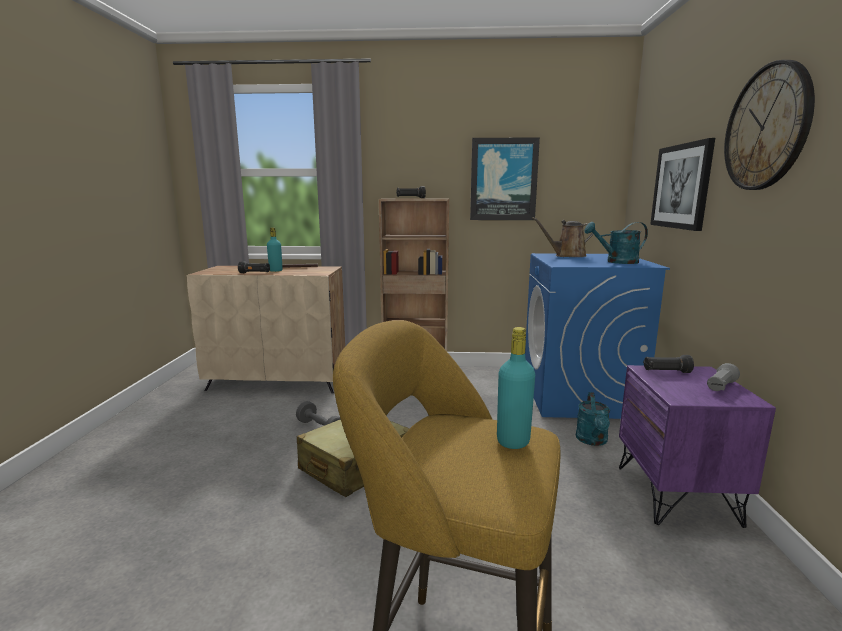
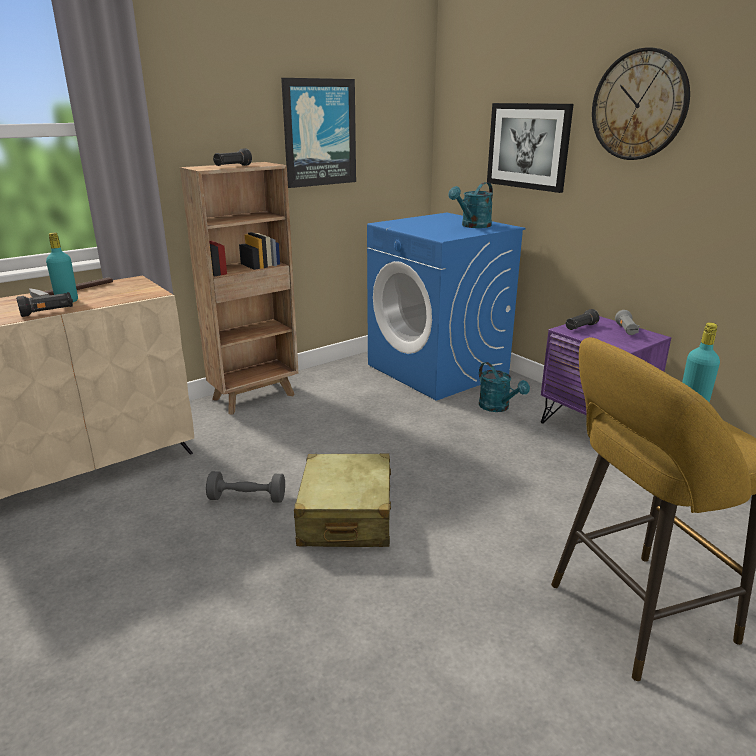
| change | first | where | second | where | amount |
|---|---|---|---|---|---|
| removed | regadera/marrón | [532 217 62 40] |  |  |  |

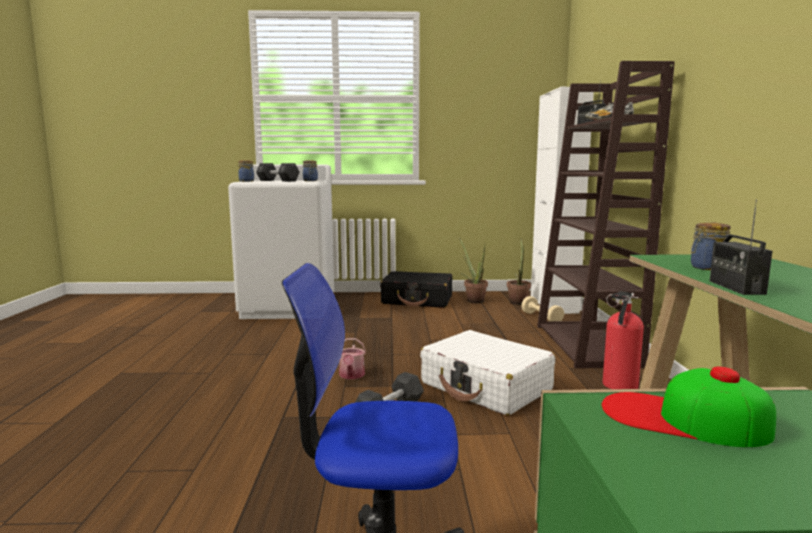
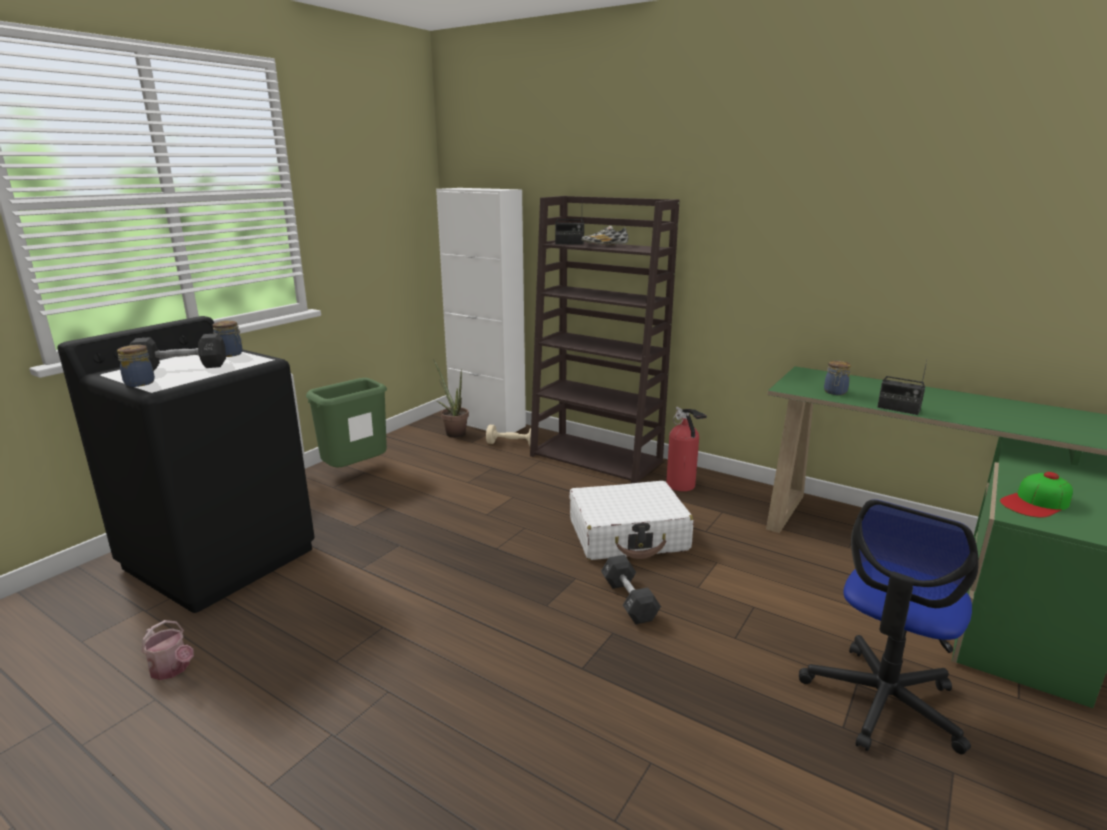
| change | first | where | second | where | amount |
|---|---|---|---|---|---|
| recoloured | lavadora/blanco | [228 165 106 154] | lavadora/negro | [57 316 258 297] |  |
| removed | planta en maceta | [459 238 29 65] |  |  |  |
| replaced | maleta/negro | [380 271 72 37] | papelera/verde | [306 378 81 89] |  |
| moved | regadera | [339 338 27 41] |  | [141 620 53 60] |  |

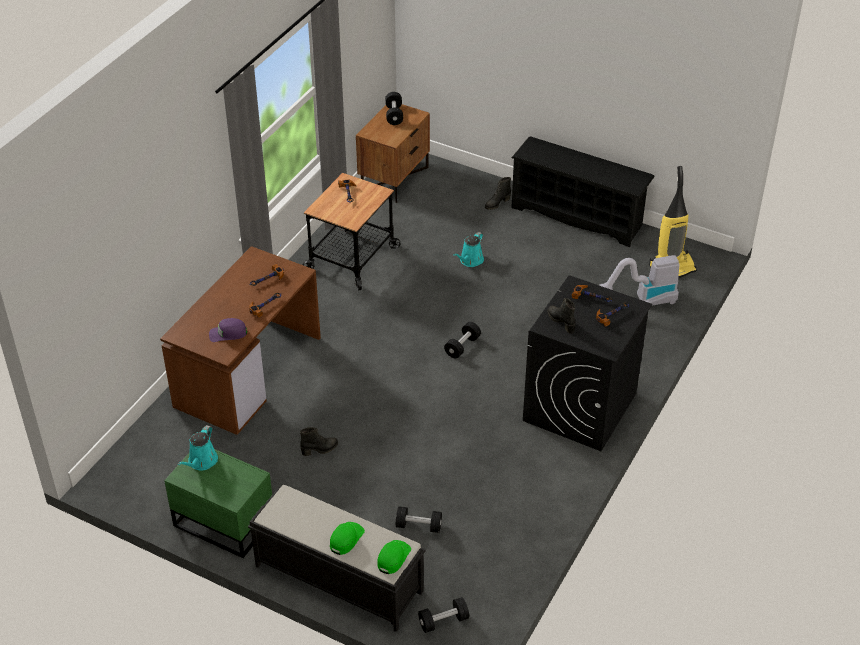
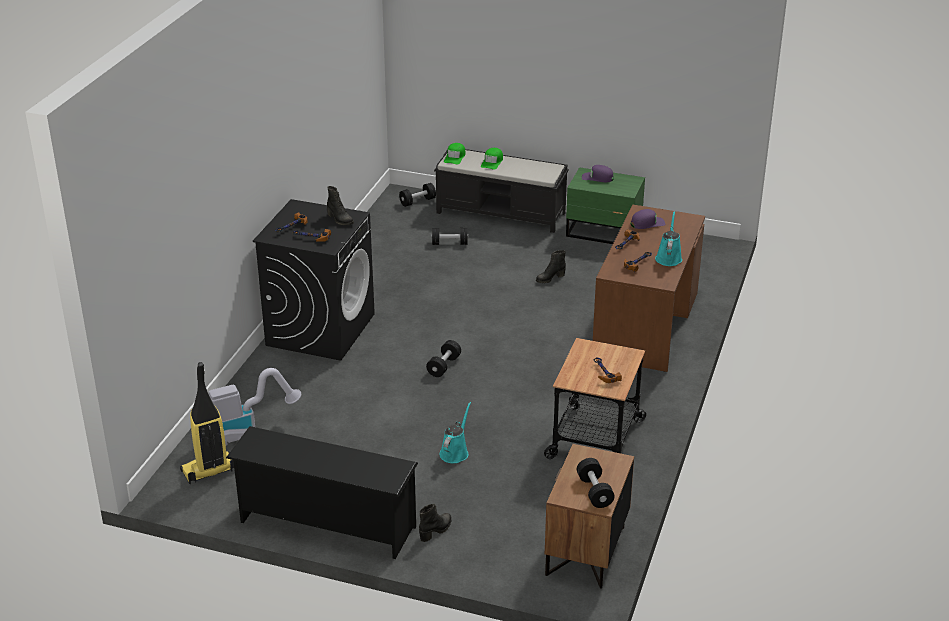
| change | first | where | second | where | amount |
|---|---|---|---|---|---|
| moved | regadera/turquesa | [178 425 40 46] |  | [655 211 27 55] |  |
| added |  |  | gorra/morado | [582 165 32 17] |  |

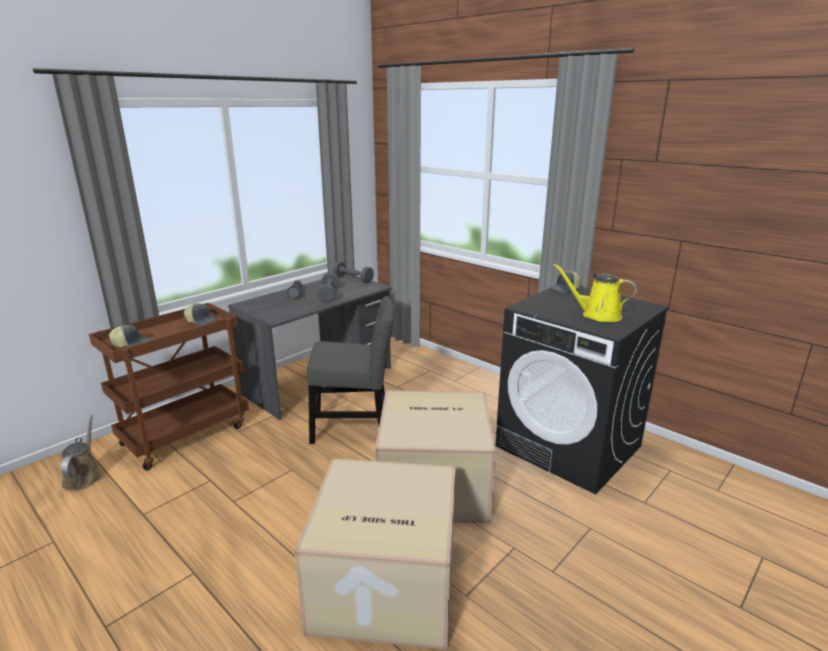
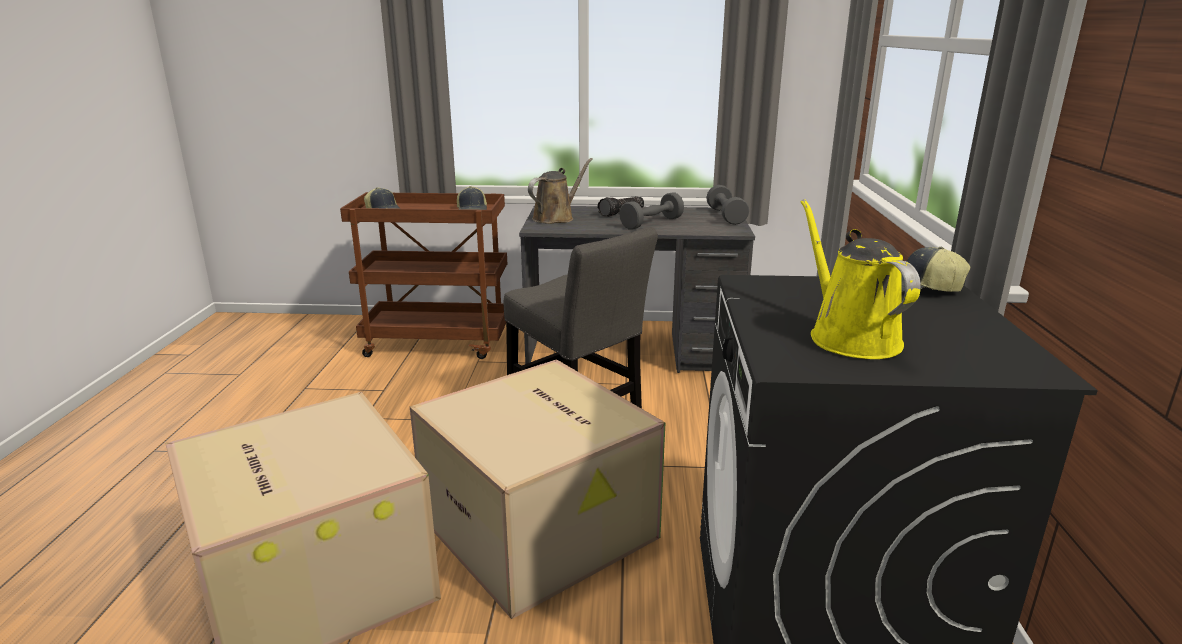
| change | first | where | second | where | amount |
|---|---|---|---|---|---|
| moved | regadera/marrón | [61 415 41 76] |  | [528 158 65 66] |  |

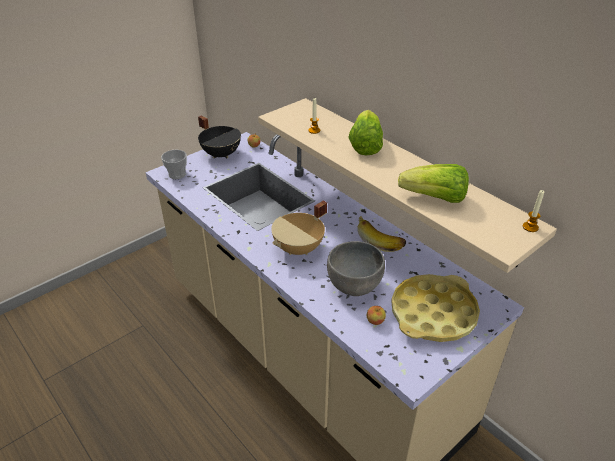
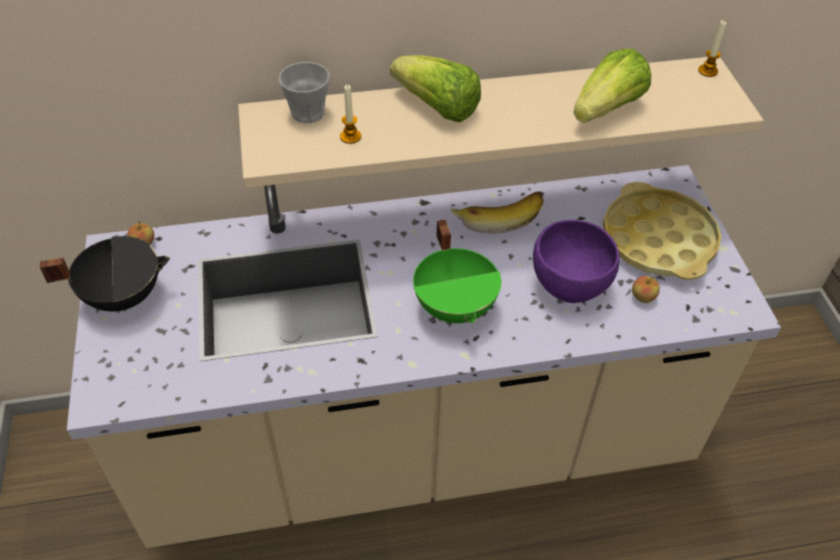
| change | first | where | second | where | amount |
|---|---|---|---|---|---|
| moved | taza | [161 149 26 30] |  | [279 62 51 61] |  |
| recoloured | olla/beis | [271 201 56 54] | olla/verde | [413 220 89 103] |  |
| recoloured | cuenco/gris | [327 241 58 55] | cuenco/morado | [533 220 87 83] |  |

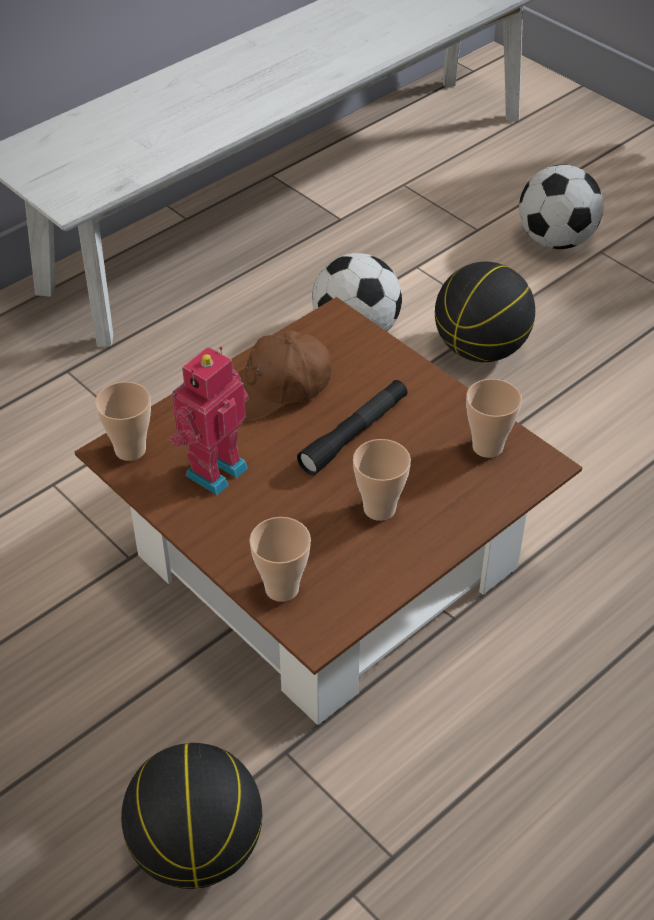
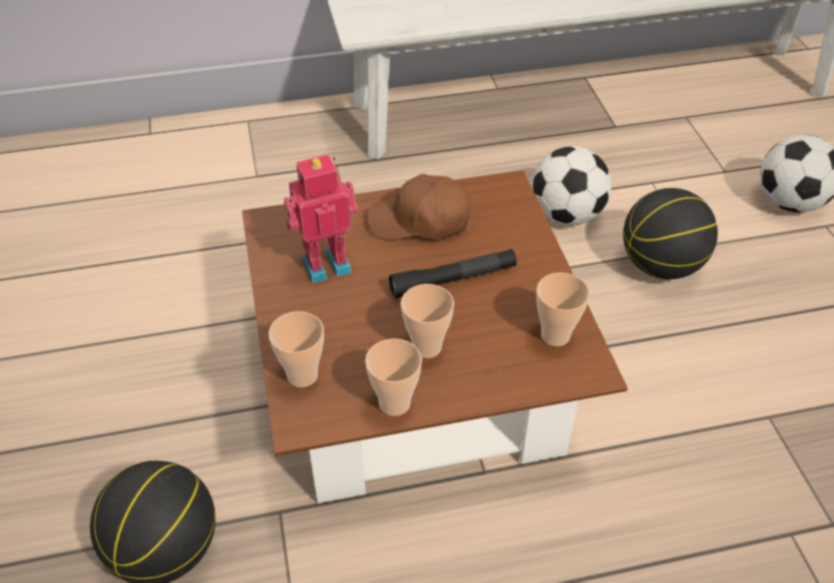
| change | first | where | second | where | amount |
|---|---|---|---|---|---|
| moved | taza | [95 382 56 79] |  | [365 338 57 78] |  |

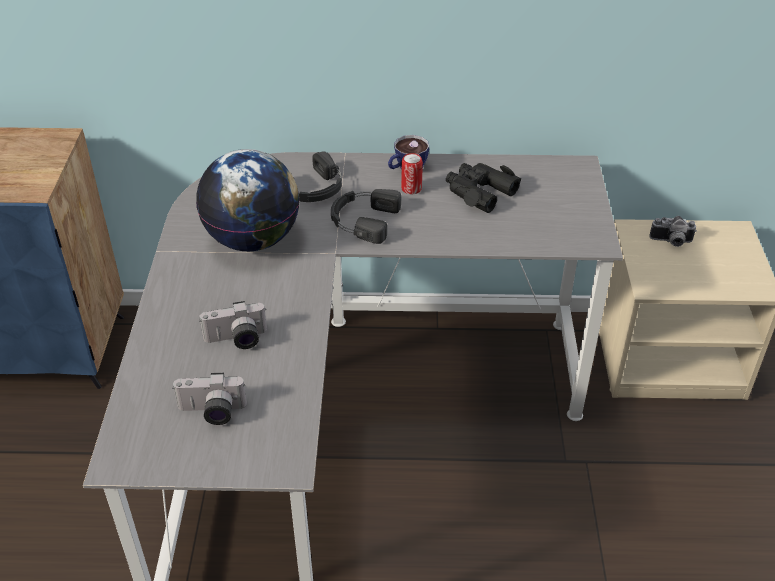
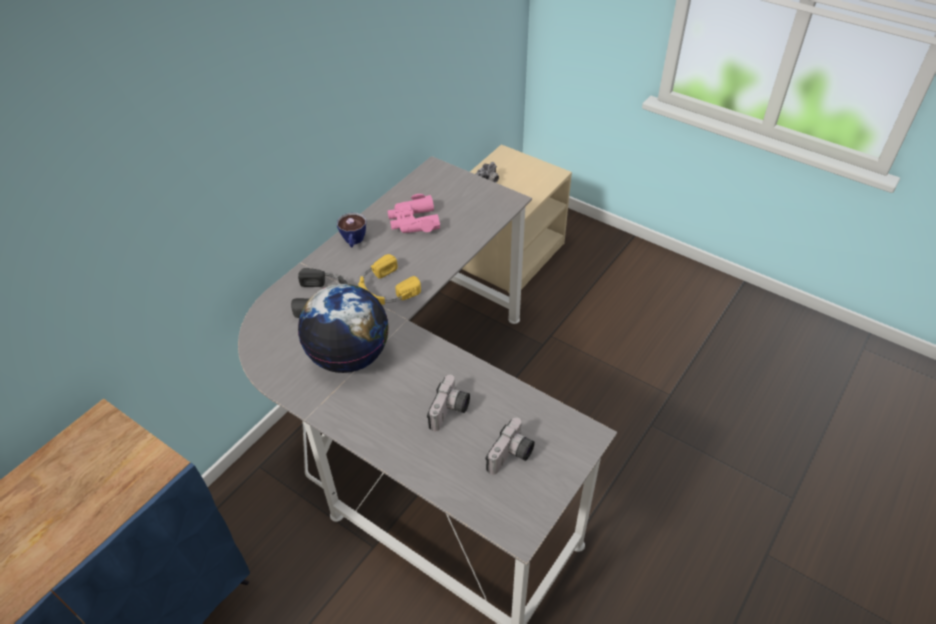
| change | first | where | second | where | amount |
|---|---|---|---|---|---|
| removed | lata | [401 153 22 41] |  |  |  |
| recoloured | prismáticos/negro | [446 163 75 50] | prismáticos/rosa | [387 194 53 39] |  |
| recoloured | auriculares/negro | [331 189 70 55] | auriculares/amarillo | [358 254 63 51] |  |

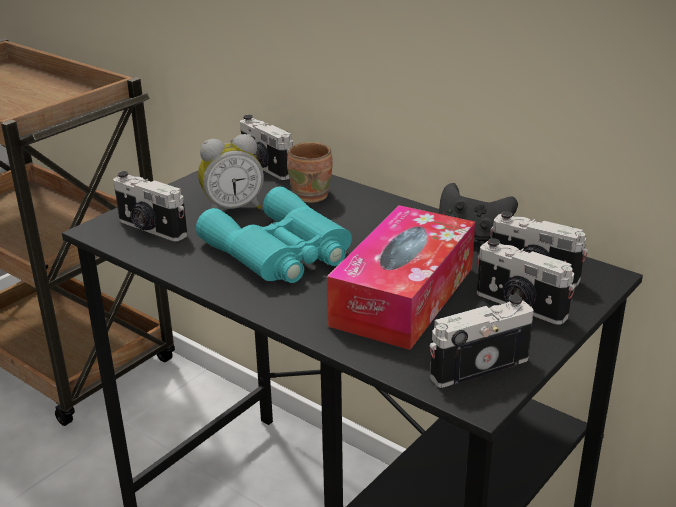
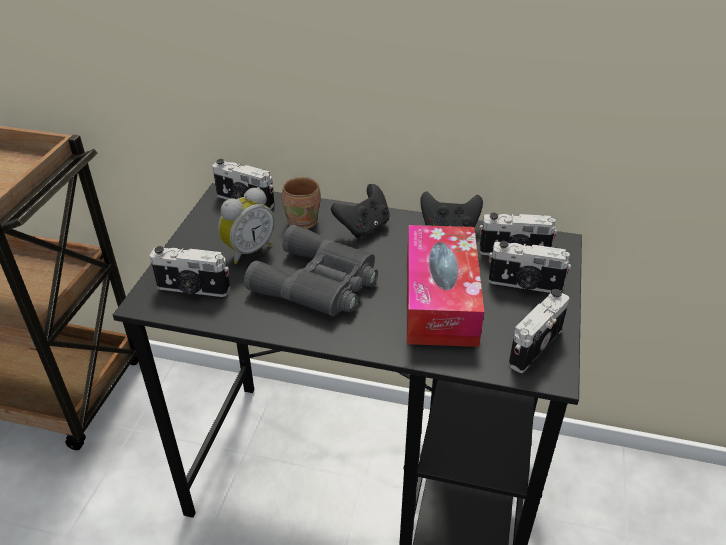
| change | first | where | second | where | amount |
|---|---|---|---|---|---|
| recoloured | prismáticos/turquesa | [196 186 156 97] | prismáticos/gris | [244 225 134 91] |  |
| added |  |  | mando de consola/negro | [331 184 59 54] |  |

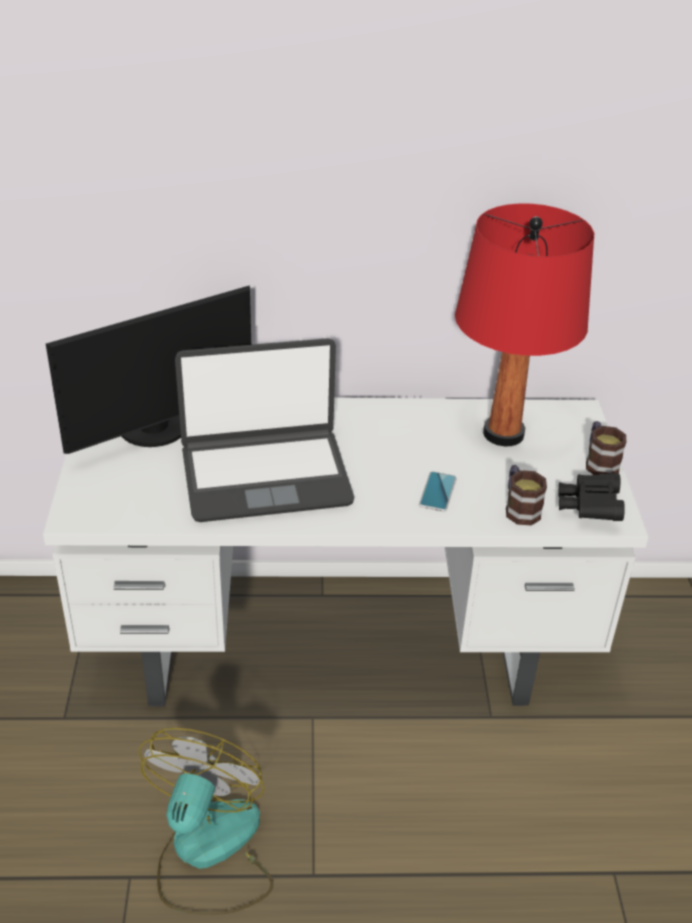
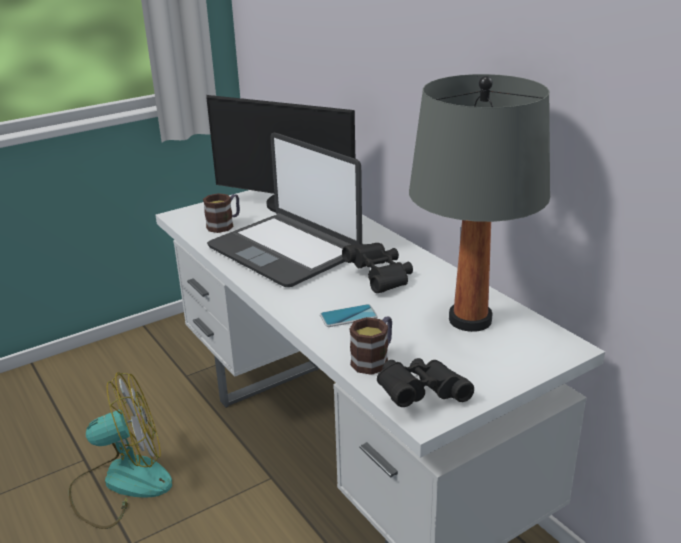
| change | first | where | second | where | amount |
|---|---|---|---|---|---|
| recoloured | lámpara de mesa/rojo | [455 203 139 243] | lámpara de mesa/gris | [409 74 141 258] |  |
| moved | taza grande | [586 421 41 54] |  | [203 193 37 40] |  |
| added |  |  | prismáticos/negro | [342 243 71 50] |  |

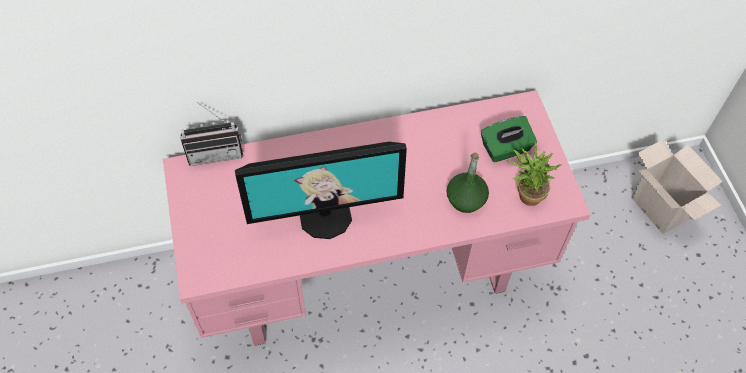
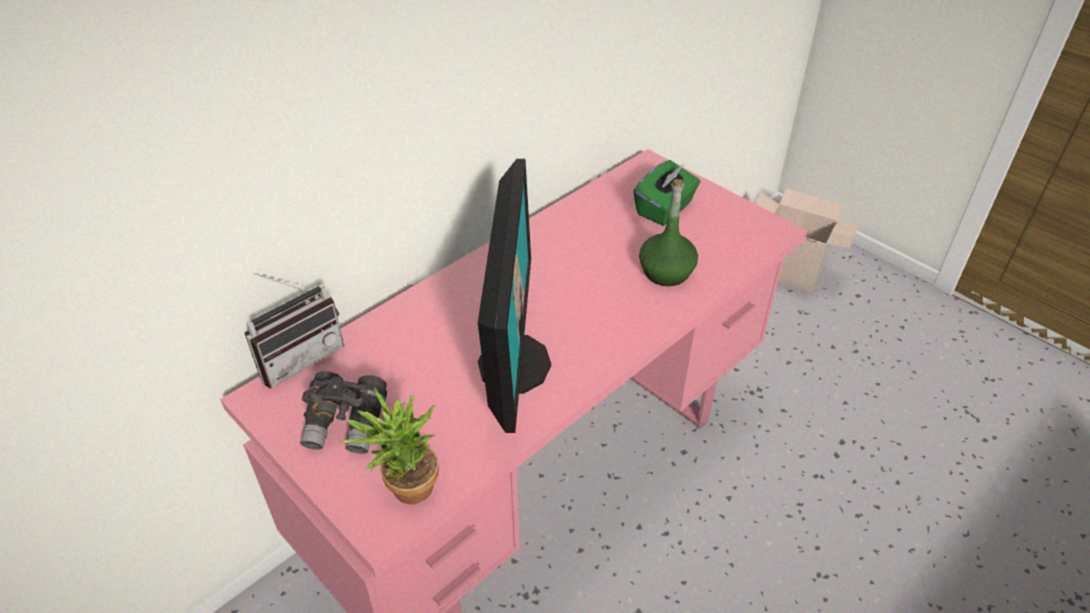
| change | first | where | second | where | amount |
|---|---|---|---|---|---|
| moved | planta en maceta | [507 141 56 65] |  | [340 388 99 116] |  |
| turned | monitor | [235 142 172 97] |  | [478 159 73 274] | 45 degrees counterclockwise |
| added |  |  | prismáticos/gris | [300 371 87 83] |  |

